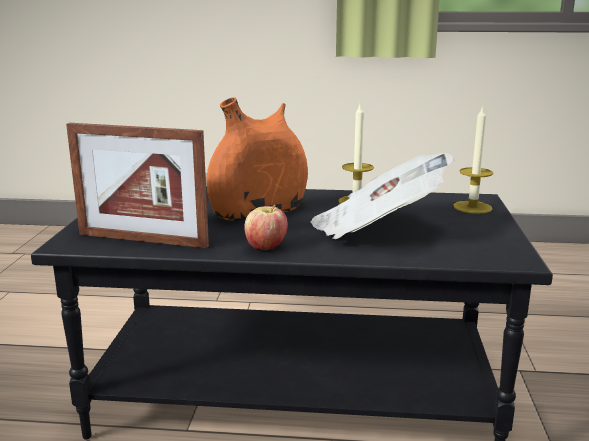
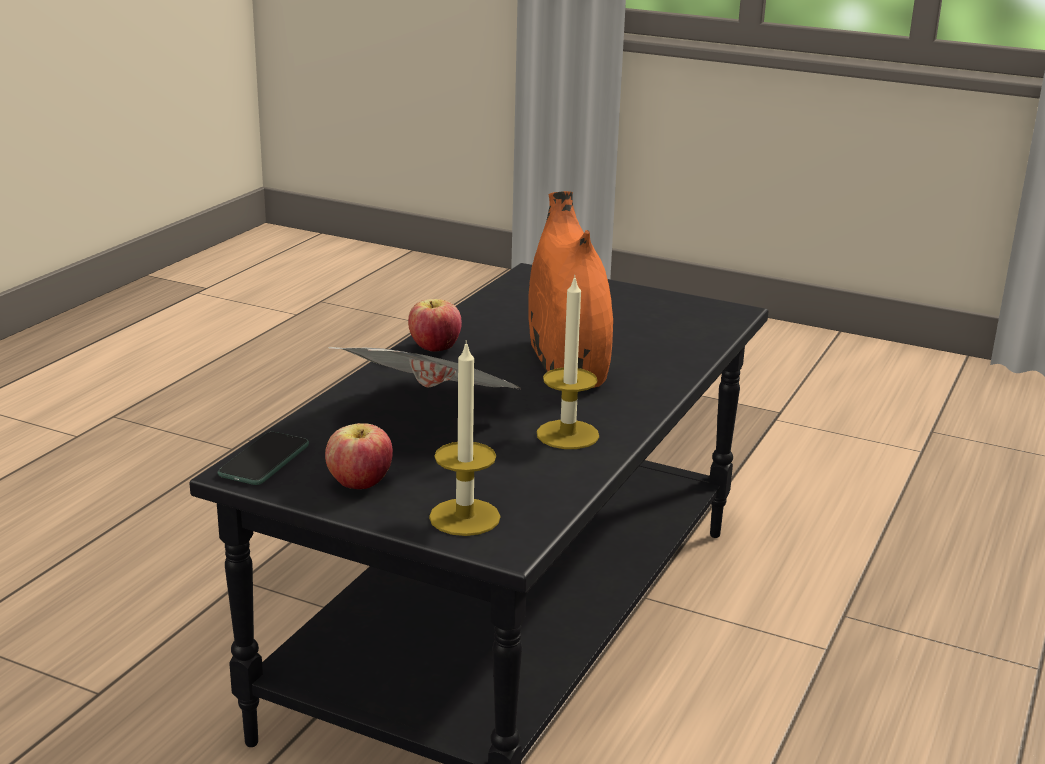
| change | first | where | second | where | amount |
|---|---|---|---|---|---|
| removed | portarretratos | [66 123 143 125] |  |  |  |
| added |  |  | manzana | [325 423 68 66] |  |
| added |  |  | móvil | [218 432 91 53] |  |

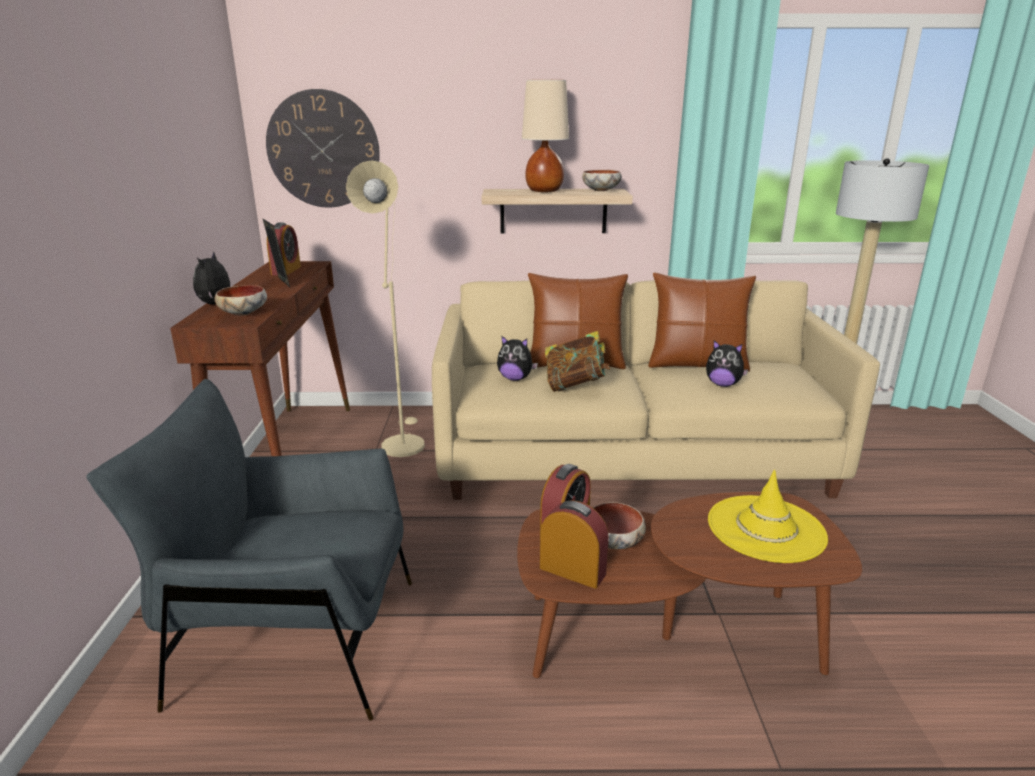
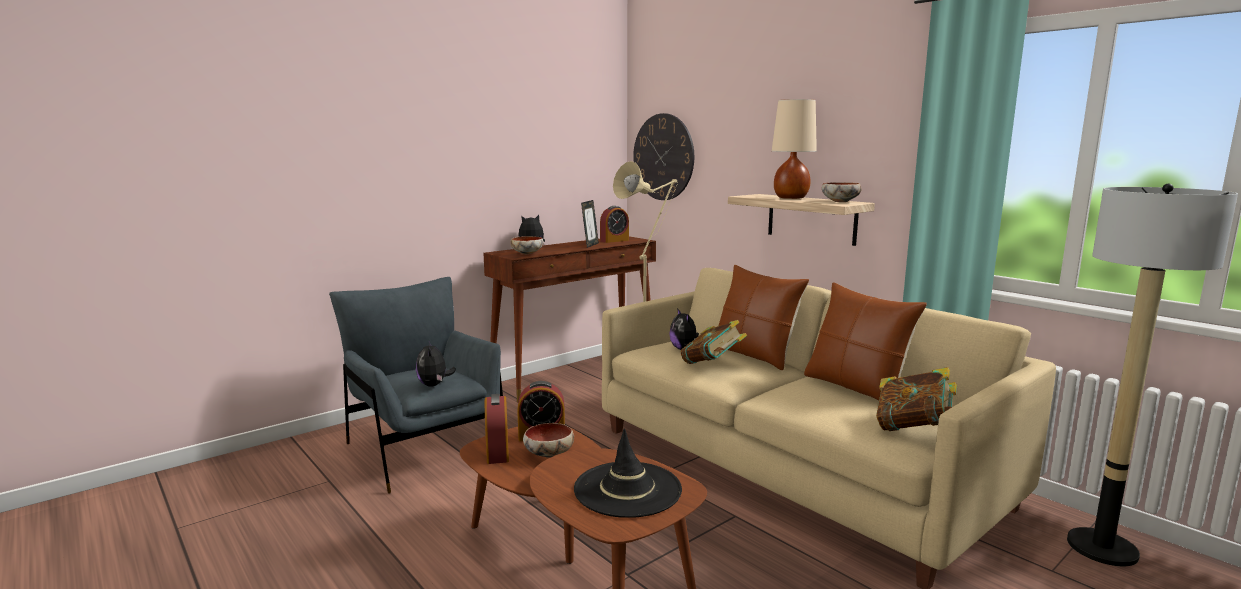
| change | first | where | second | where | amount |
|---|---|---|---|---|---|
| moved | peluche | [706 340 43 47] |  | [416 339 40 48] |  |
| recoloured | sombrero/amarillo | [708 470 120 93] | sombrero/negro | [574 428 108 90] |  |
| added |  |  | libro | [876 367 81 64] |  |

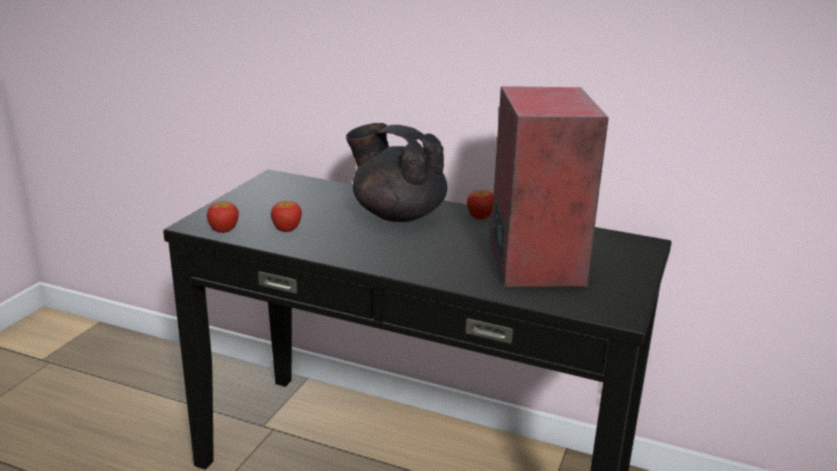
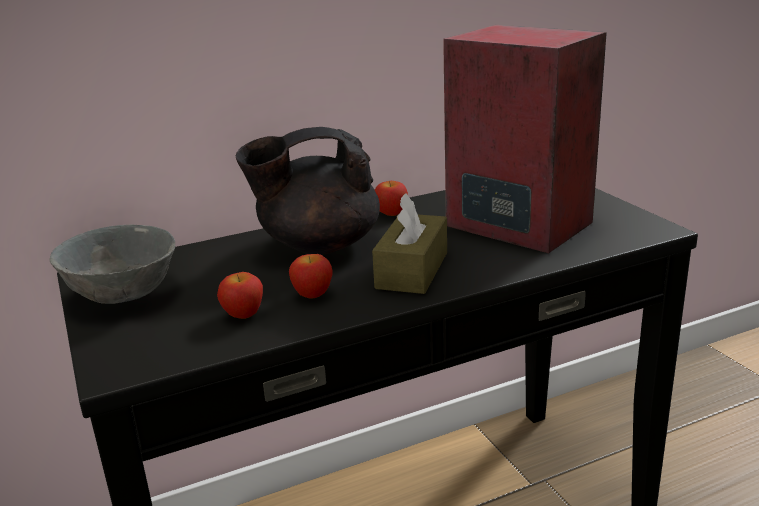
| change | first | where | second | where | amount |
|---|---|---|---|---|---|
| moved | manzana | [207 201 32 32] |  | [289 254 43 45] |  |
| added |  |  | caja de pañuelos/marrón | [372 193 75 101] |  |
| added |  |  | cuenco/gris | [50 225 125 79] |  |

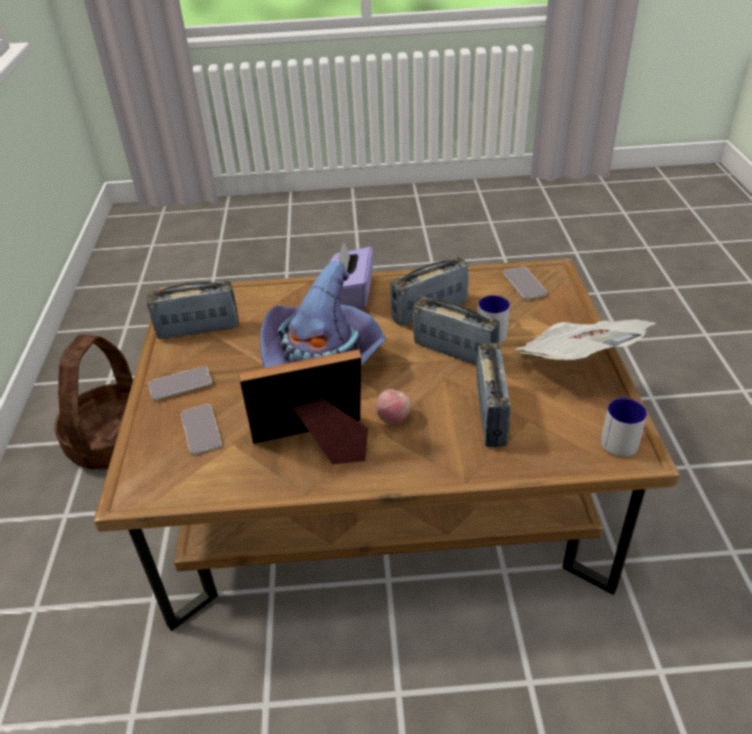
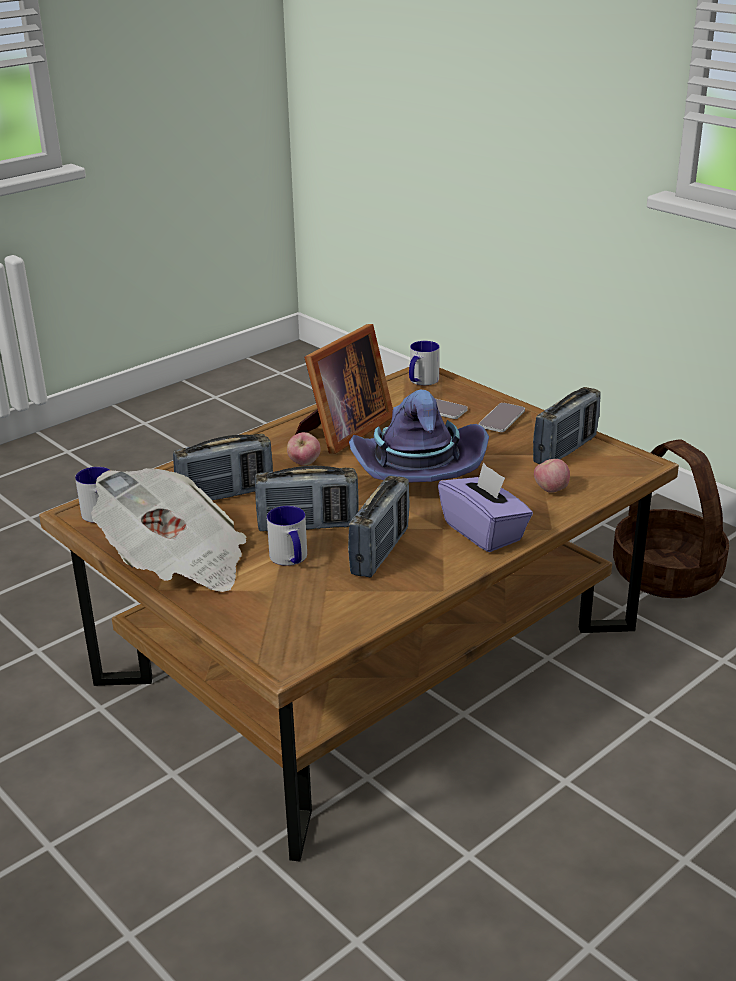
| change | first | where | second | where | amount |
|---|---|---|---|---|---|
| removed | móvil | [503 267 44 33] |  |  |  |
| turned | radio | [477 343 34 104] |  | [173 434 100 66] | 75 degrees counterclockwise |
| added |  |  | taza grande | [409 341 31 44] |  |
| added |  |  | manzana | [534 459 36 34] |  |

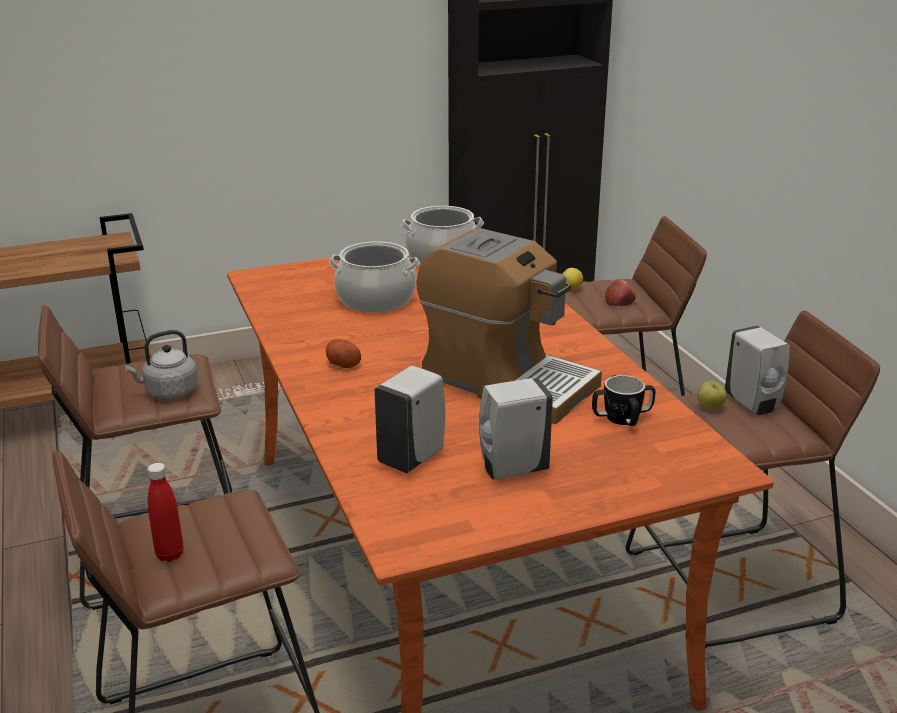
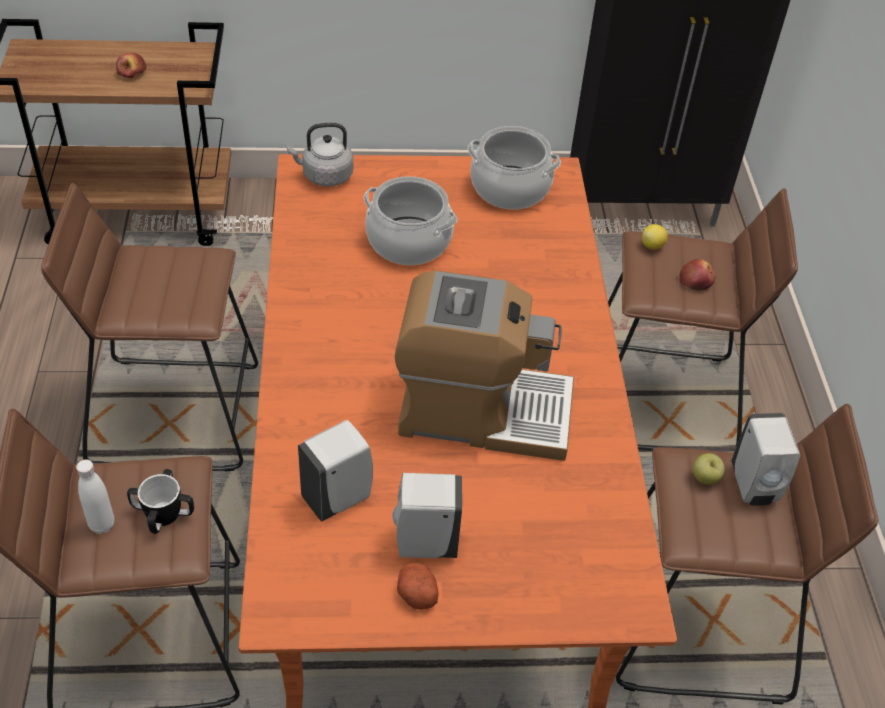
| change | first | where | second | where | amount |
|---|---|---|---|---|---|
| turned | cafetera | [416 228 186 196] |  | [395 271 179 190] | 45 degrees counterclockwise |
| moved | hervidor/gris | [124 330 74 69] |  | [287 123 66 64] |  |
| moved | patata | [326 339 35 29] |  | [397 562 42 48] |  |
| moved | taza grande | [592 375 63 51] |  | [127 469 67 65] |  |
| recoloured | botella/rojo | [147 463 36 99] | botella/blanco | [76 459 39 75] |  |
| added |  |  | manzana | [116 53 31 26] |  |

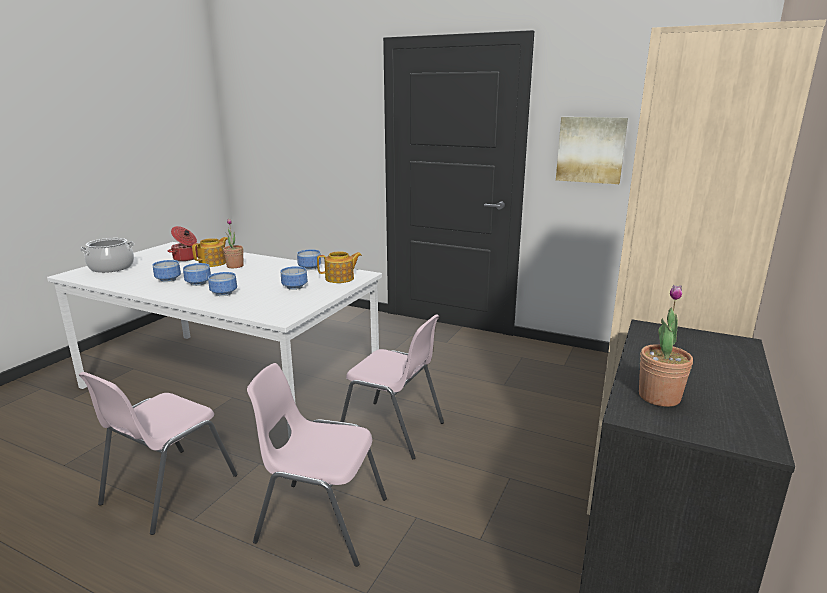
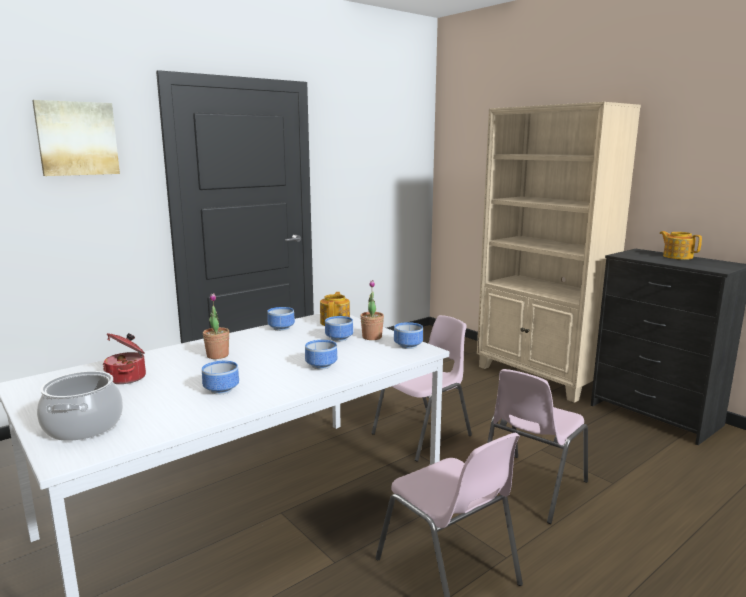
| change | first | where | second | where | amount |
|---|---|---|---|---|---|
| moved | cuadro | [556 117 72 67] |  | [32 100 88 76] |  |
| moved | tetera | [192 237 36 30] |  | [659 231 43 29] |  |
| moved | cuenco | [183 263 28 23] |  | [394 322 29 27] |  |
| moved | planta en maceta | [639 285 54 122] |  | [360 280 24 60] |  |

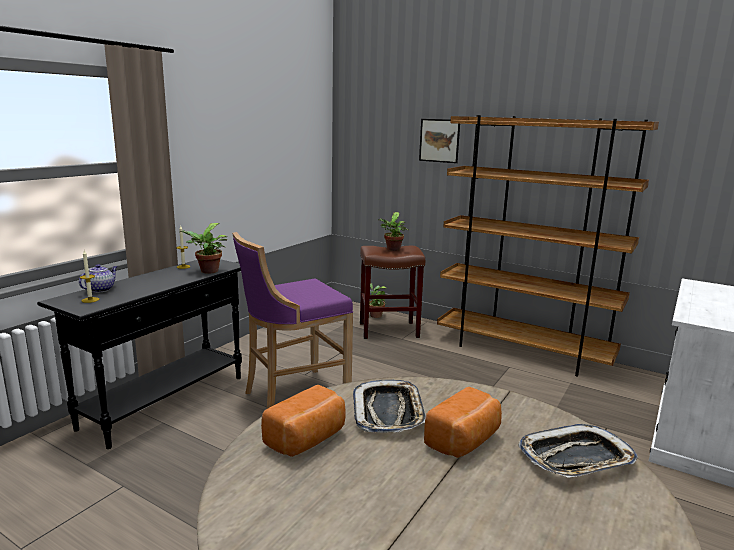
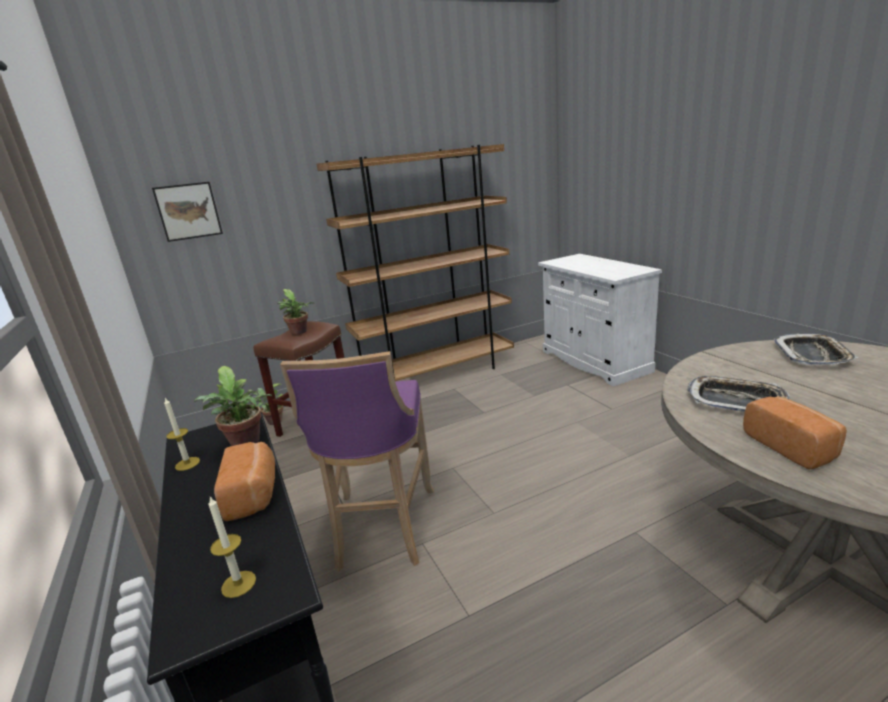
| change | first | where | second | where | amount |
|---|---|---|---|---|---|
| moved | cuadro | [419 119 41 44] |  | [152 182 71 60] |  |
| removed | tetera | [79 264 39 29] |  |  |  |
| moved | pan | [424 387 78 71] |  | [214 442 61 79] |  |

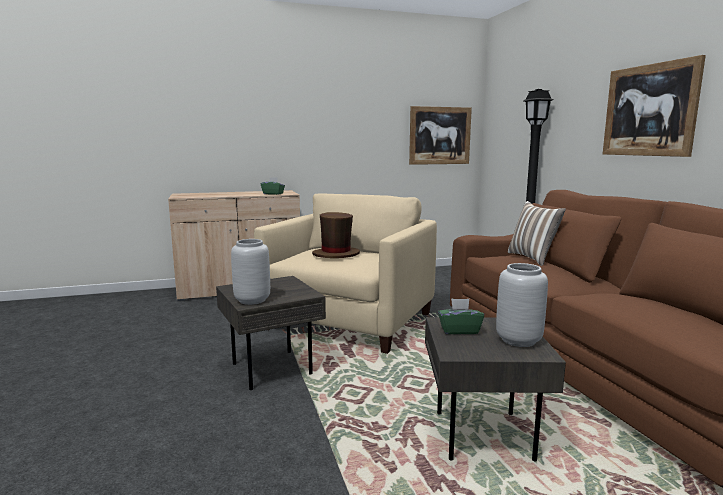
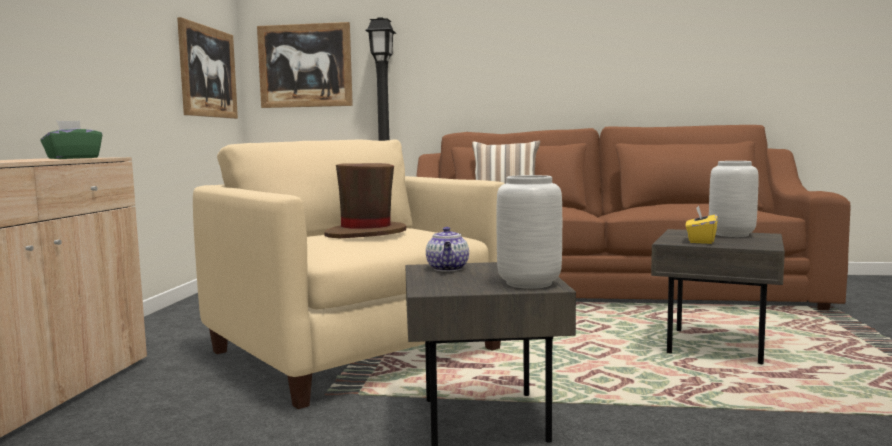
| change | first | where | second | where | amount |
|---|---|---|---|---|---|
| moved | cuadro | [603 55 103 102] |  | [257 22 96 86] |  |
| recoloured | caja de pañuelos/verde | [438 298 46 36] | caja de pañuelos/amarillo | [686 206 32 38] |  |
| added |  |  | tetera | [426 227 43 45] |  |

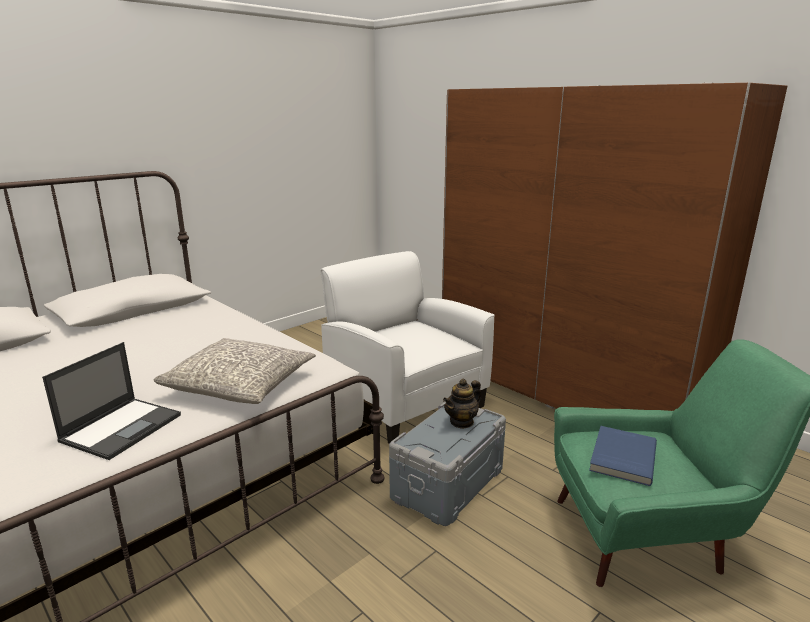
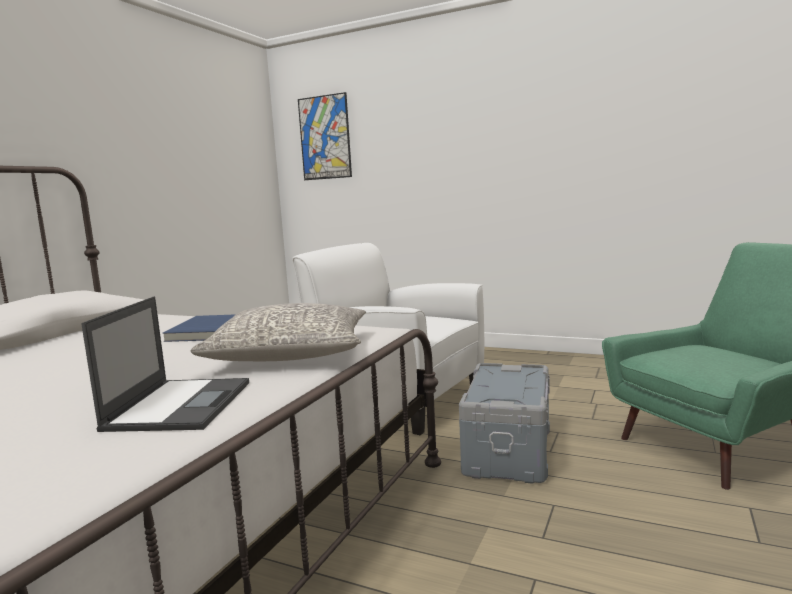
| change | first | where | second | where | amount |
|---|---|---|---|---|---|
| removed | armario ropero/marrón | [442 82 345 329] |  |  |  |
| removed | tetera | [443 379 38 50] |  |  |  |
| moved | libro/azul | [589 426 68 60] |  | [163 314 73 28] |  |
| added |  |  | cuadro | [298 92 54 88] |  |

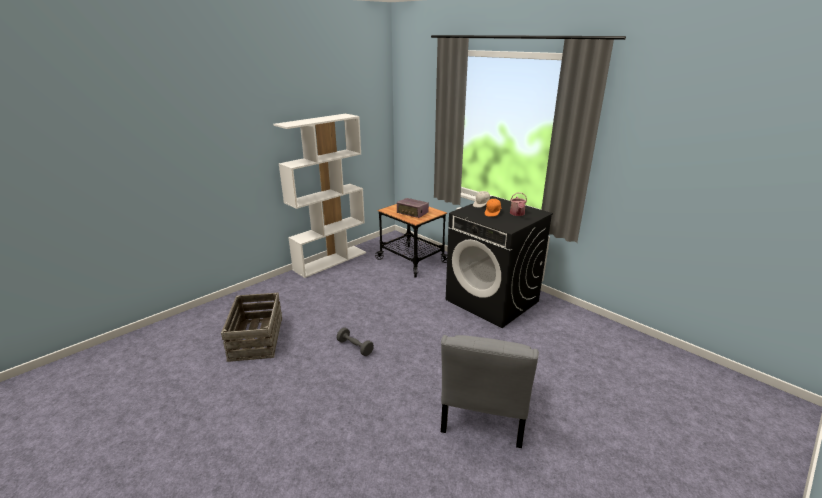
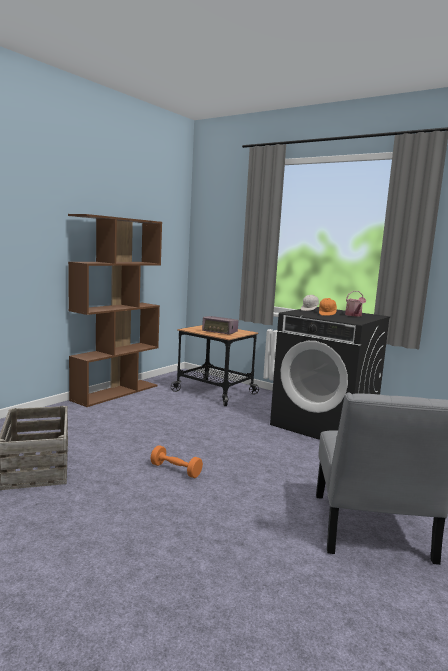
| change | first | where | second | where | amount |
|---|---|---|---|---|---|
| recoloured | estantería/blanco | [273 114 93 164] | estantería/marrón | [68 214 94 193] |  |
| recoloured | mancuerna/gris | [337 328 37 28] | mancuerna/naranja | [151 445 52 33] |  |

